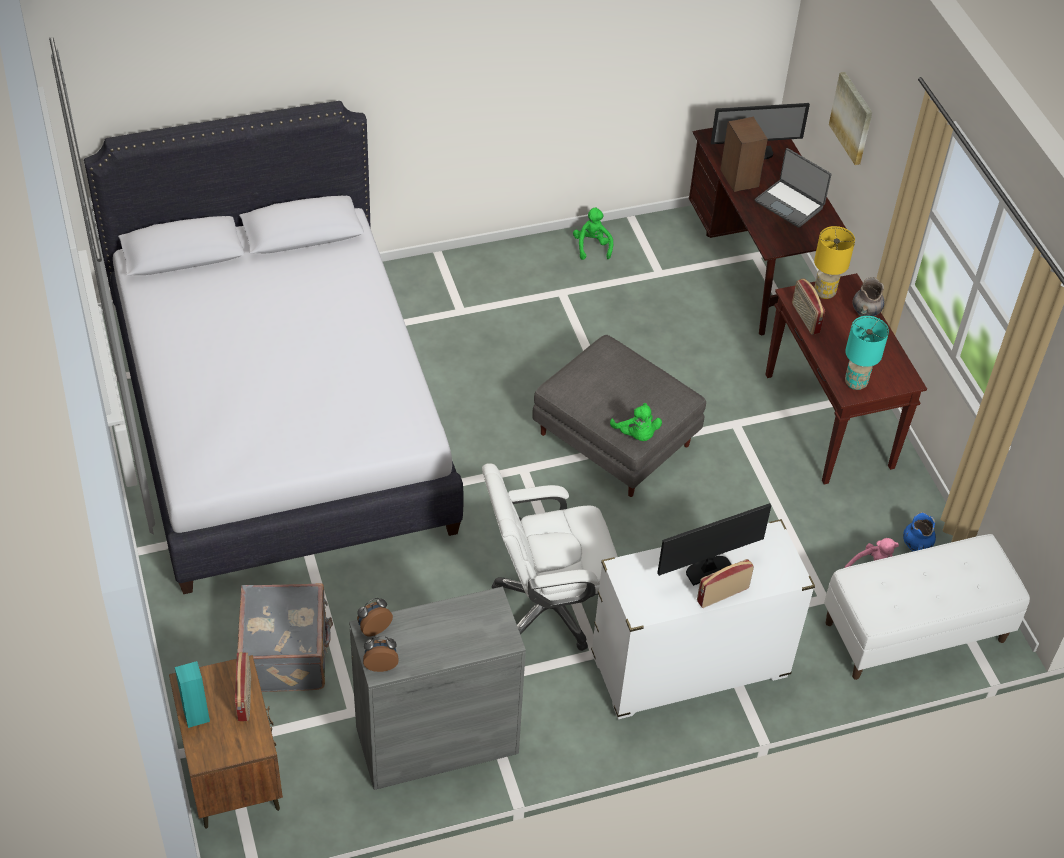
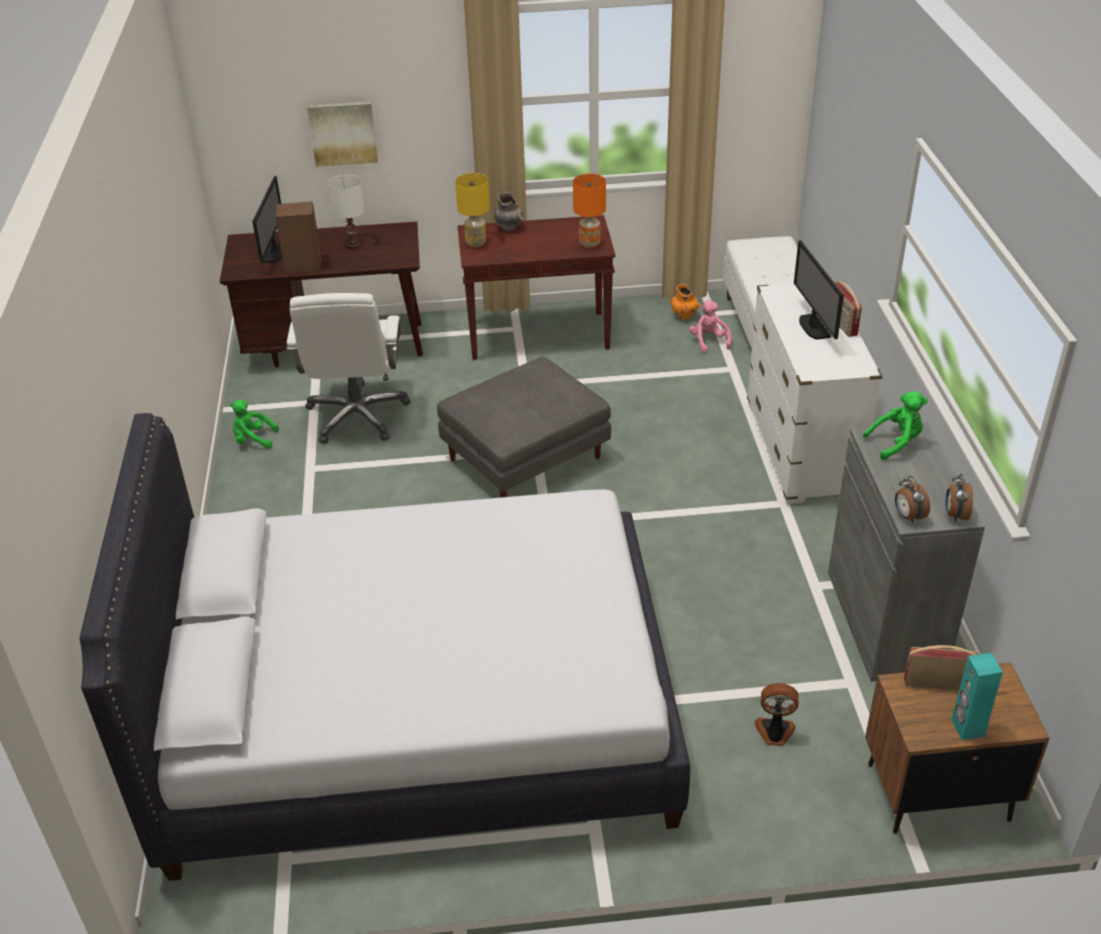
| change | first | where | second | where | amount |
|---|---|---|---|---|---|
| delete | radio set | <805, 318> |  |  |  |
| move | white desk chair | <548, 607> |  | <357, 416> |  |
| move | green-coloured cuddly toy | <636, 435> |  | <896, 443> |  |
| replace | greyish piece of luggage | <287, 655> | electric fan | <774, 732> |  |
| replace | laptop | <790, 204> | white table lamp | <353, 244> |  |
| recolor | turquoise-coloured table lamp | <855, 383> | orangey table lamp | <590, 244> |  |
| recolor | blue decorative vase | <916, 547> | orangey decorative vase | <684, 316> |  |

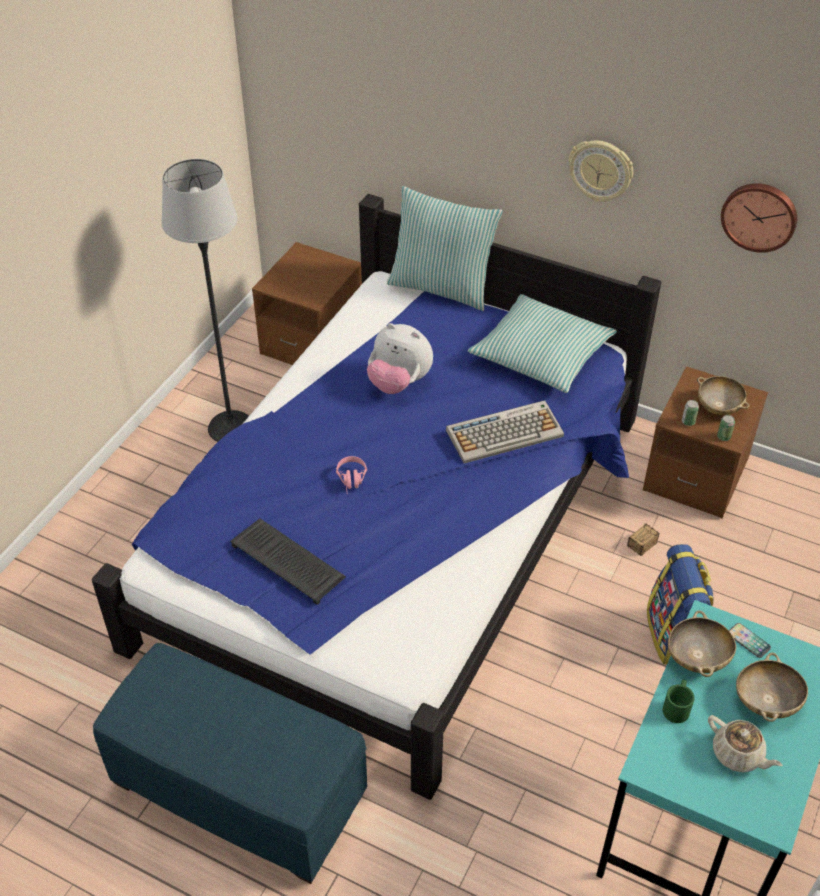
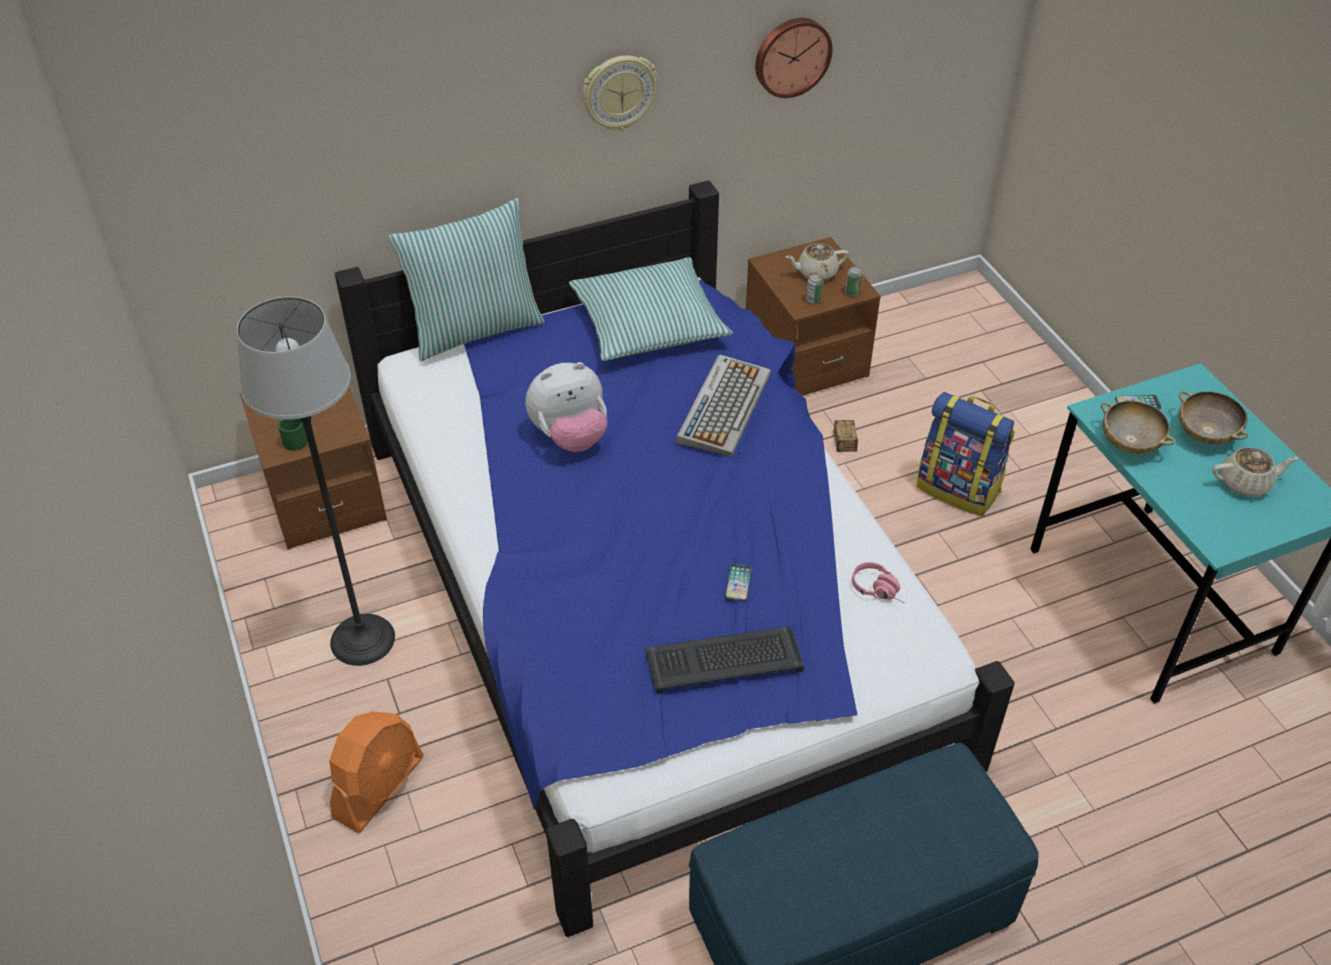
| change | first | where | second | where | amount |
|---|---|---|---|---|---|
| insert |  |  | orangey electric fan | <379, 787> |  |
| insert |  |  | phone | <738, 583> |  |
| move | pink pair of headphones | <352, 481> |  | <880, 590> |  |
| move | green-coloured tea mug | <677, 706> |  | <293, 438> |  |
| replace | sand-coloured serving bowl | <718, 407> | sand-coloured tea pot | <816, 272> |  |

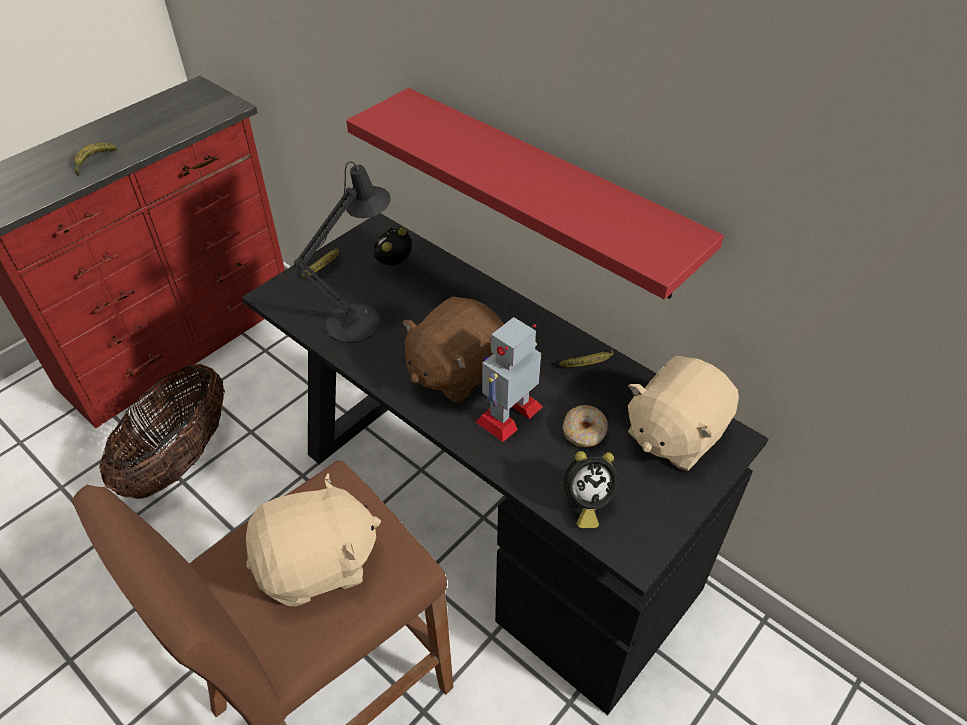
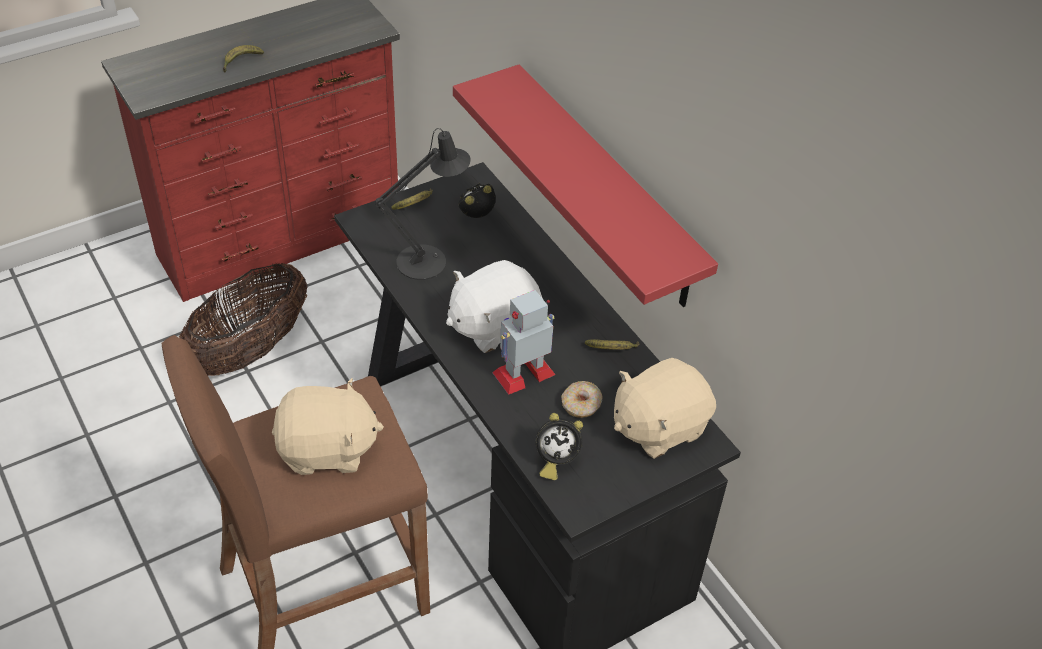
| change | first | where | second | where | amount |
|---|---|---|---|---|---|
| recolor | brown-coloured cuddly toy | <455, 371> | white cuddly toy | <493, 325> |  |

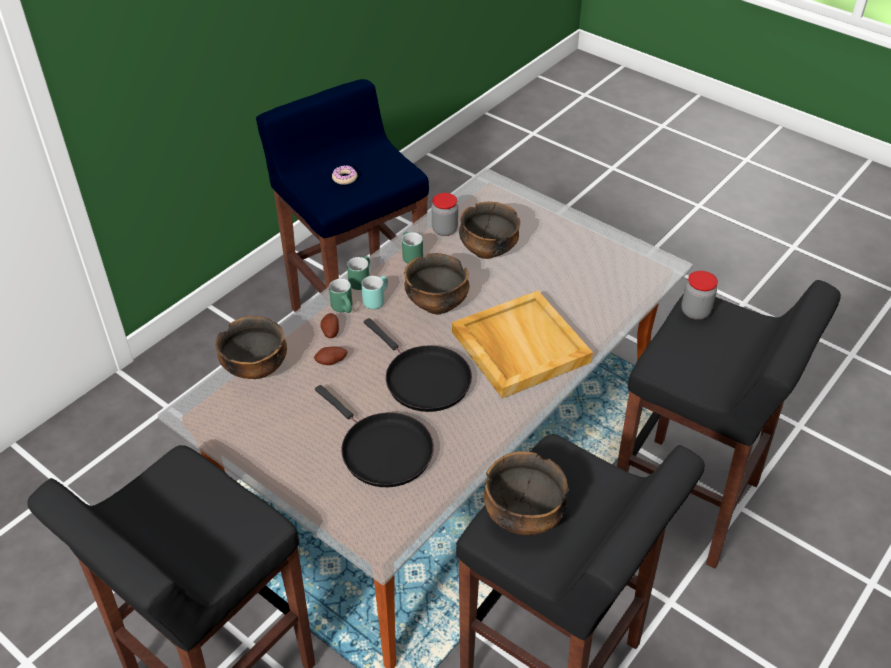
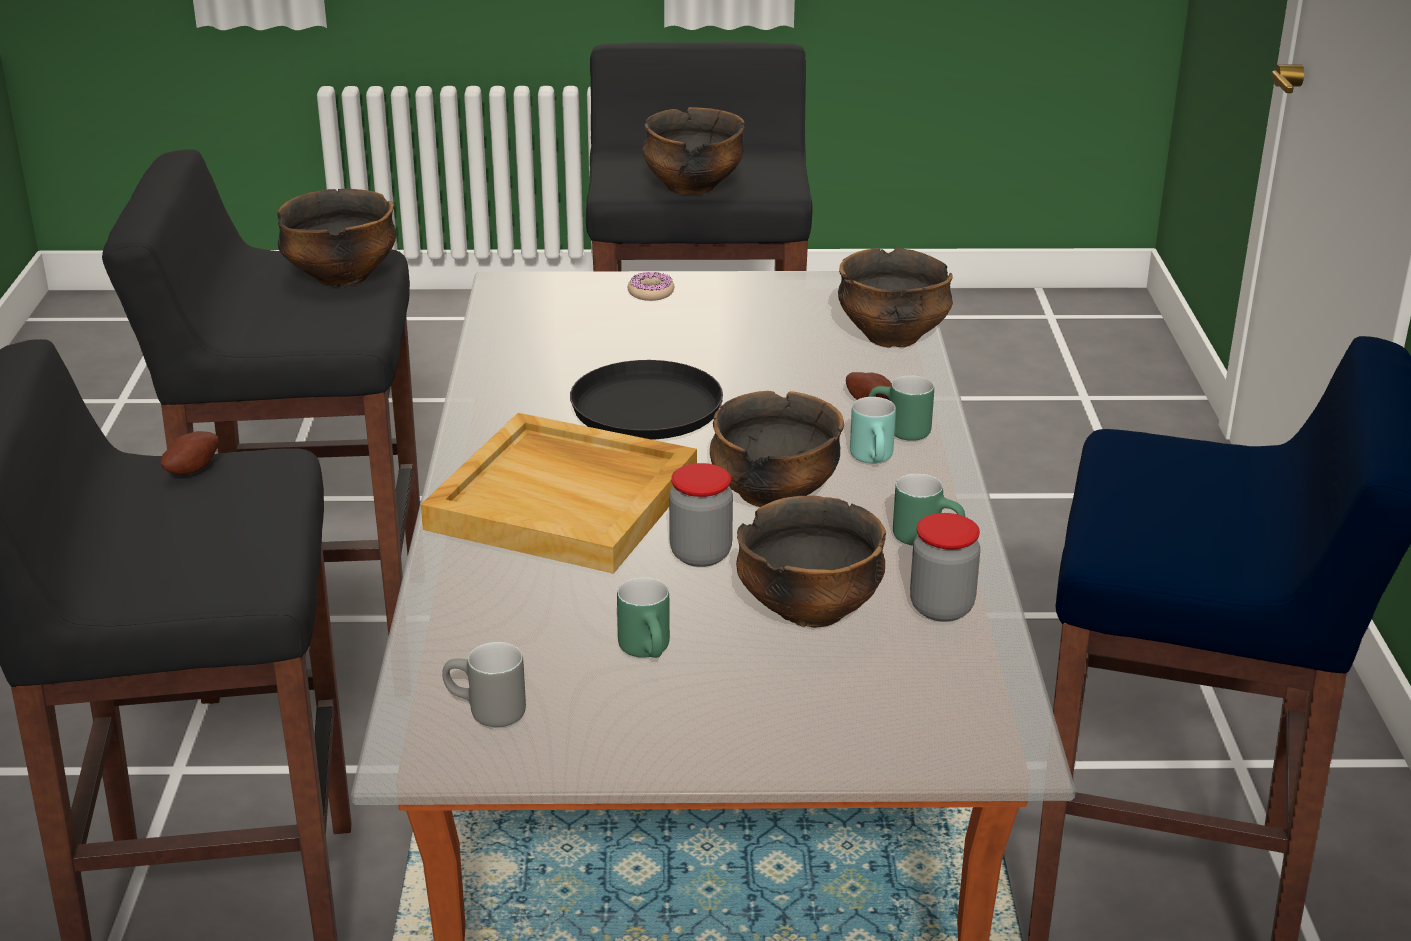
| change | first | where | second | where | amount |
|---|---|---|---|---|---|
| delete | blackish skillet | <382, 450> |  |  |  |
| insert |  |  | greyish tea mug | <484, 714> |  |
| insert |  |  | serving bowl | <692, 187> |  |
| move | whole potato | <331, 362> |  | <191, 469> |  |
| move | ring doughnut | <344, 178> |  | <651, 293> |  |
| move | green-coloured tea mug | <360, 280> |  | <651, 652> |  |
| move | jar | <695, 312> |  | <700, 554> |  |

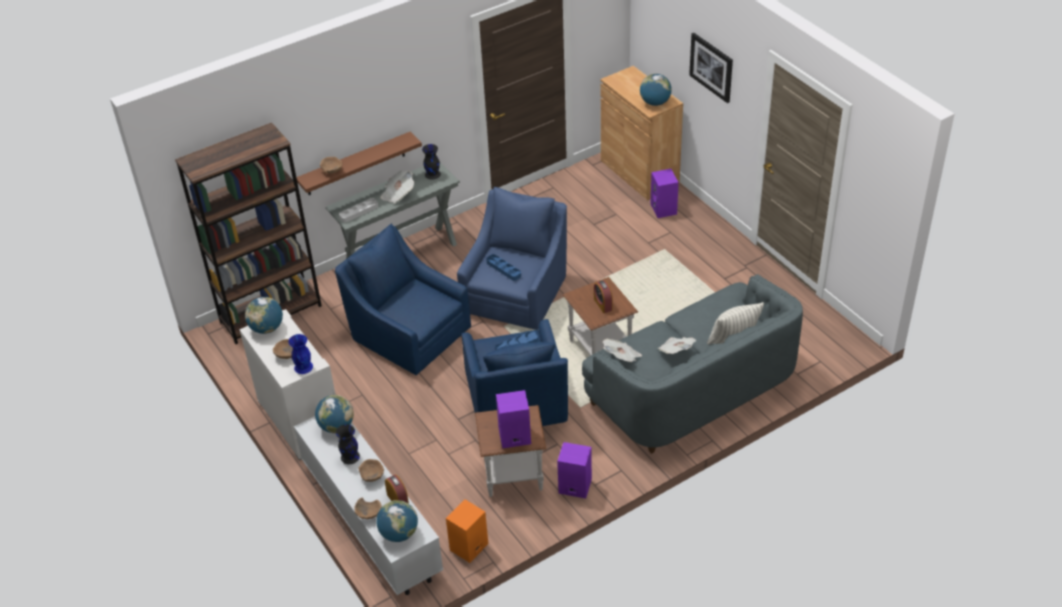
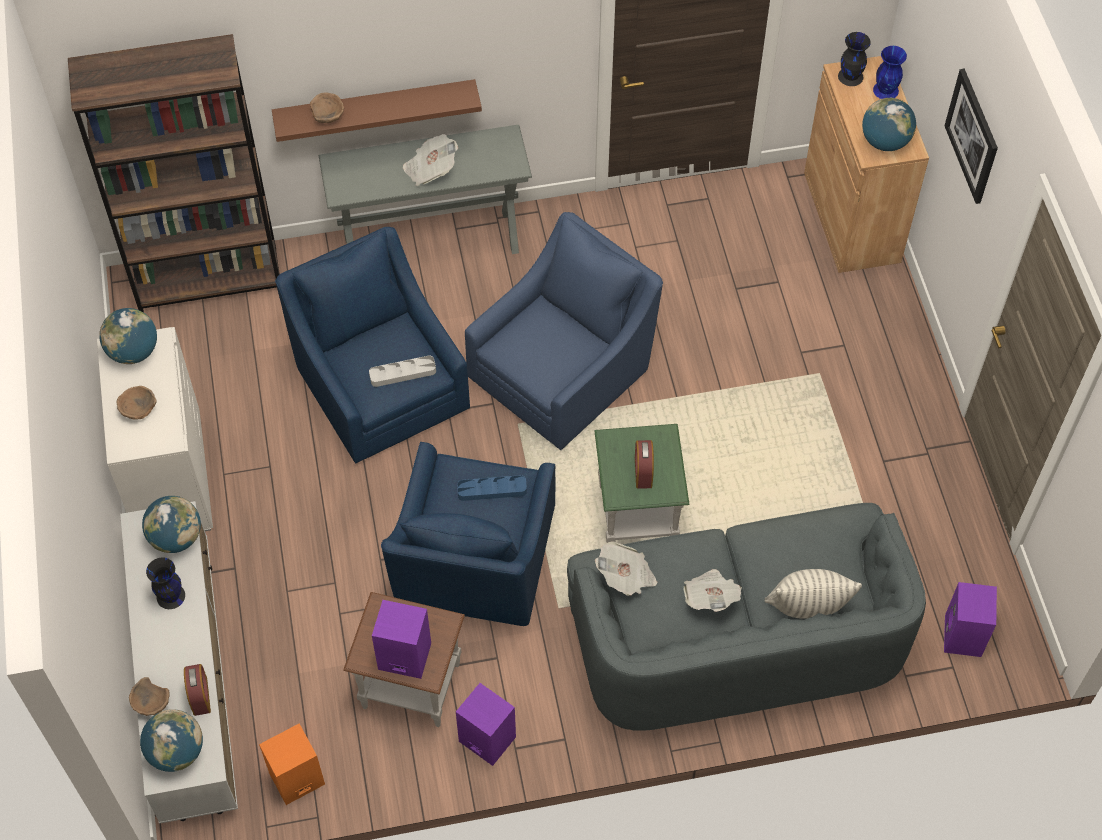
| change | first | where | second | where | amount |
|---|---|---|---|---|---|
| delete | brown-coloured serving bowl | <373, 477> |  |  |  |
| delete | blue tray | <503, 269> |  |  |  |
| move | blue decorative vase | <303, 367> |  | <885, 90> |  |
| move | greyish tray | <359, 212> |  | <402, 373> |  |
| move | blackish decorative vase | <433, 174> |  | <851, 76> |  |
| move | purple-coloured speaker | <664, 209> |  | <964, 637> |  |
| recolor | brown-coloured end table | <600, 348> | green-coloured end table | <637, 516> |  |

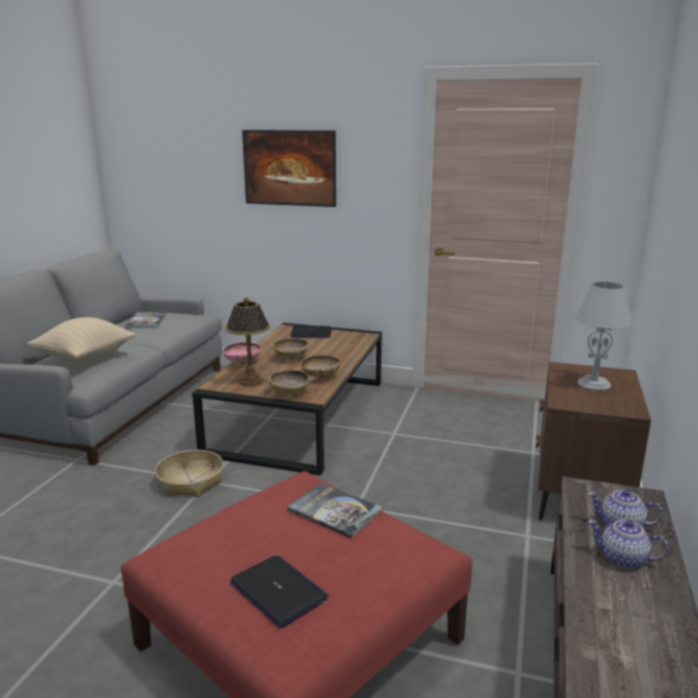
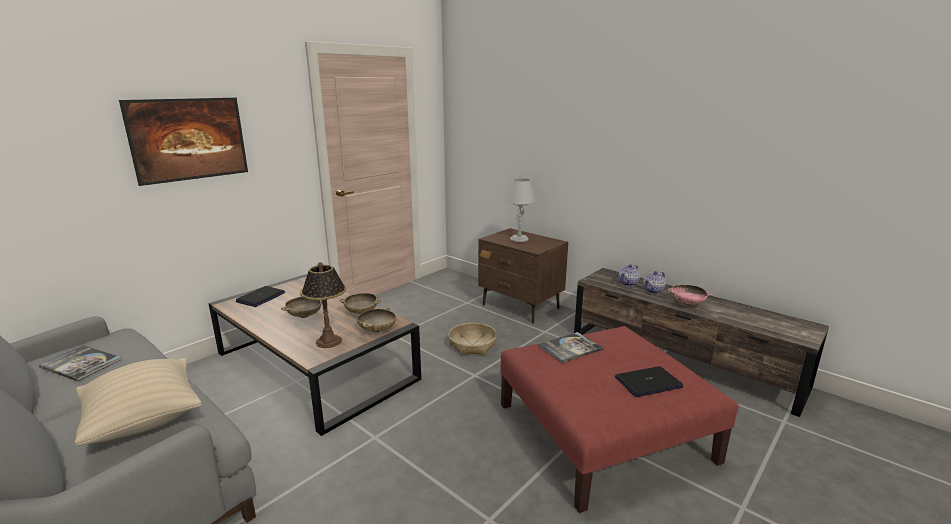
| change | first | where | second | where | amount |
|---|---|---|---|---|---|
| move | household basket | <190, 482> |  | <472, 345> |  |
| move | pink serving bowl | <243, 362> |  | <687, 304> |  |

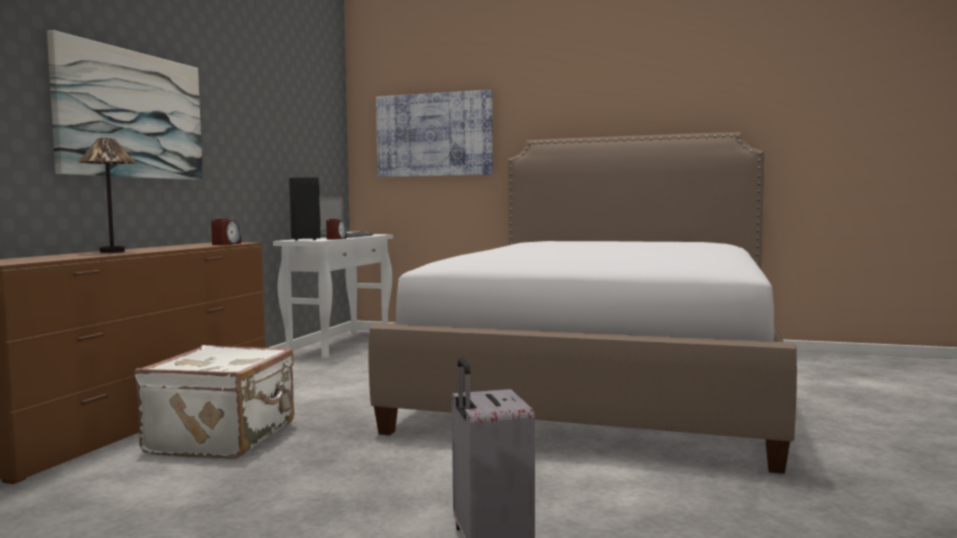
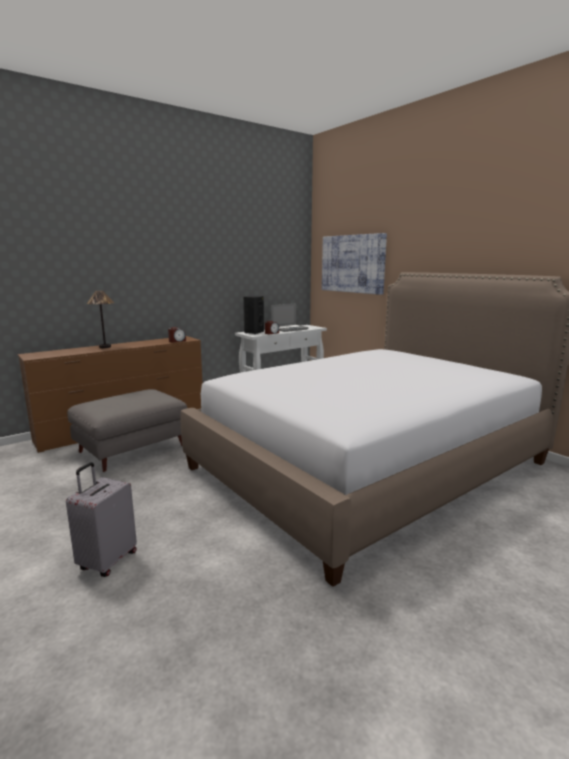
| change | first | where | second | where | amount |
|---|---|---|---|---|---|
| delete | wall art | <131, 115> |  |  |  |
| replace | white piece of luggage | <225, 438> | greyish pouffe | <132, 449> |  |

